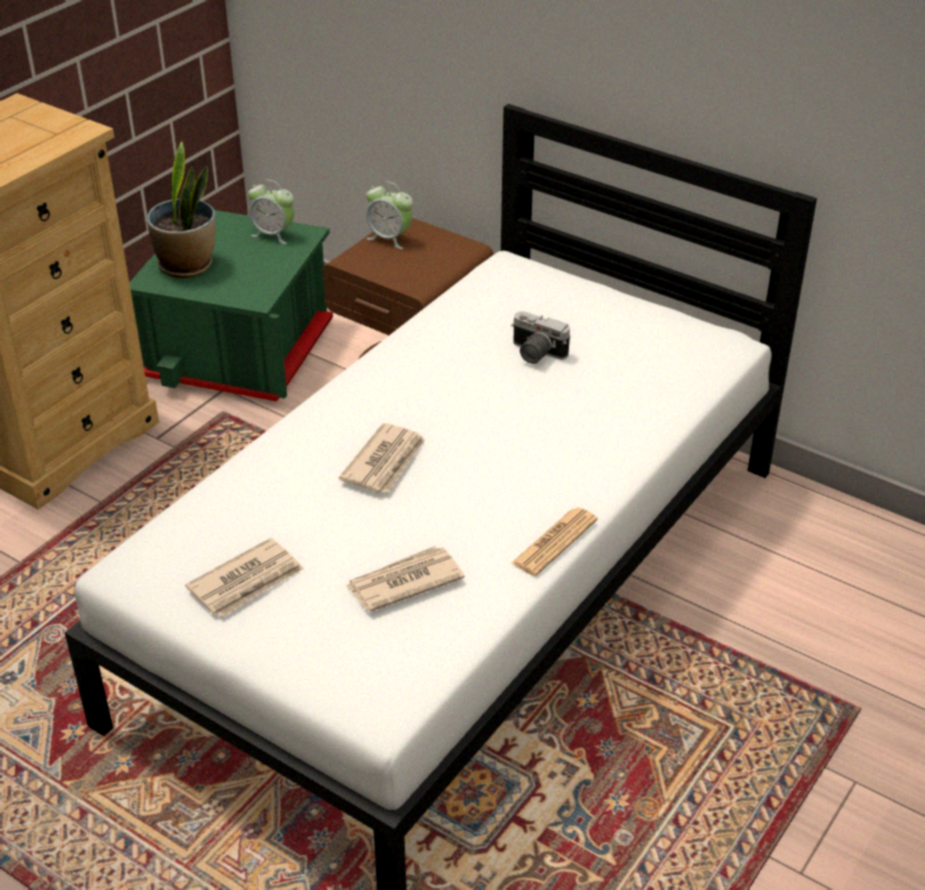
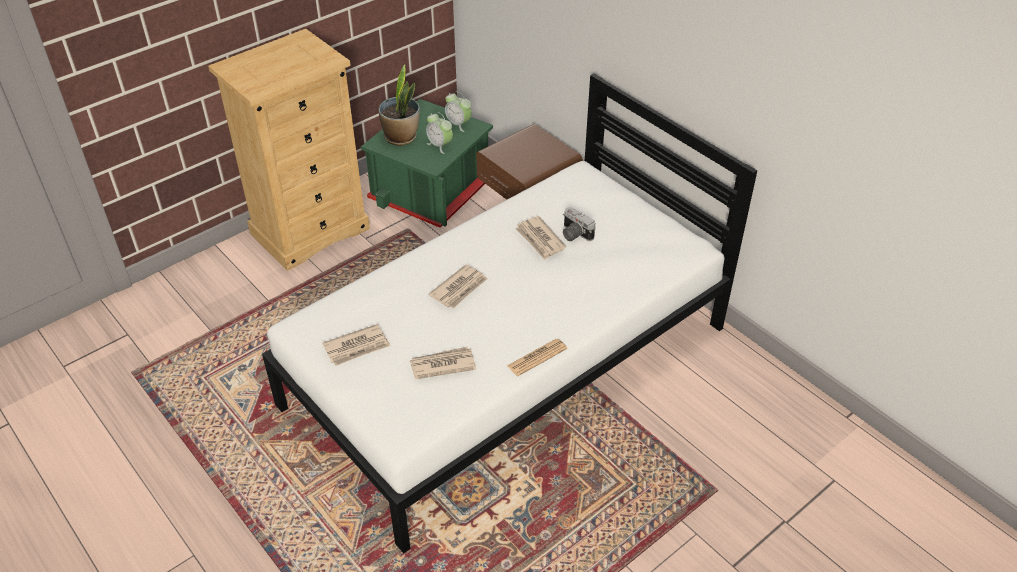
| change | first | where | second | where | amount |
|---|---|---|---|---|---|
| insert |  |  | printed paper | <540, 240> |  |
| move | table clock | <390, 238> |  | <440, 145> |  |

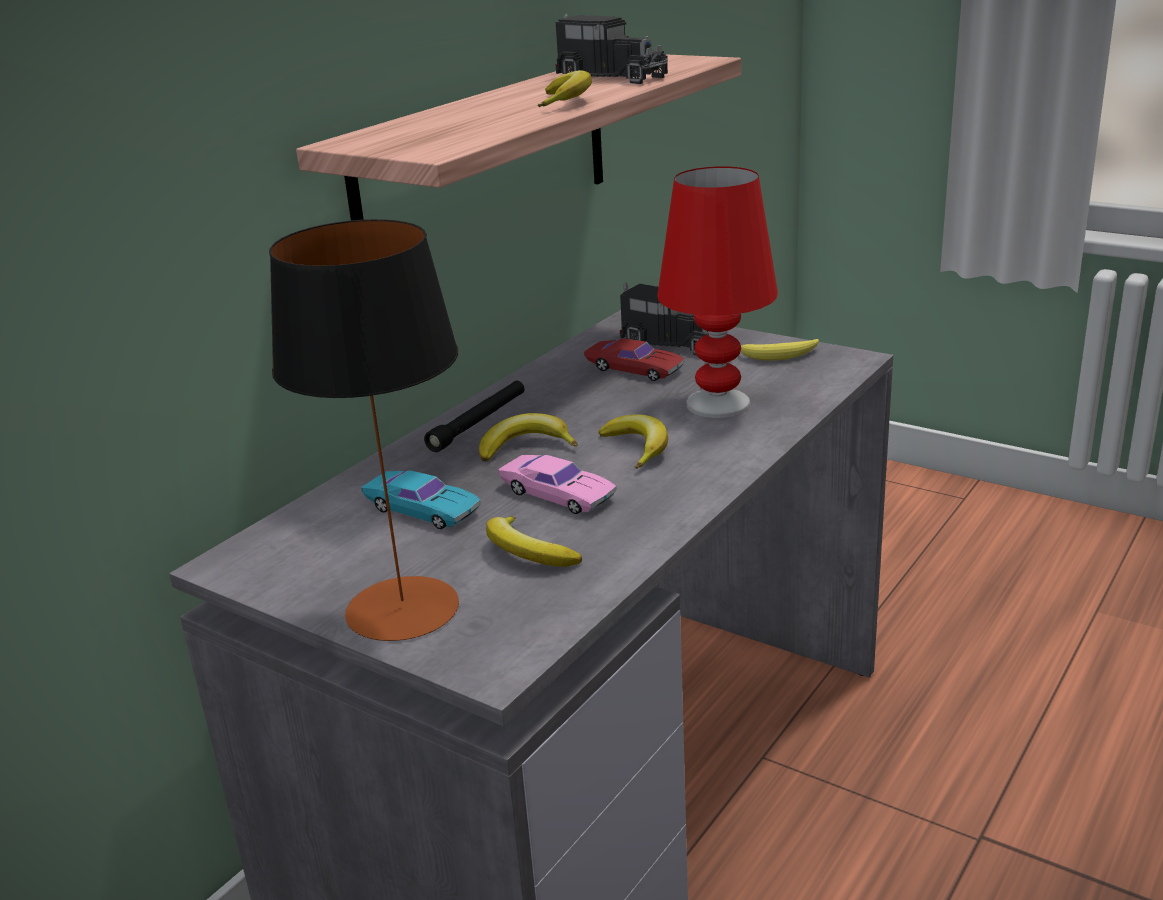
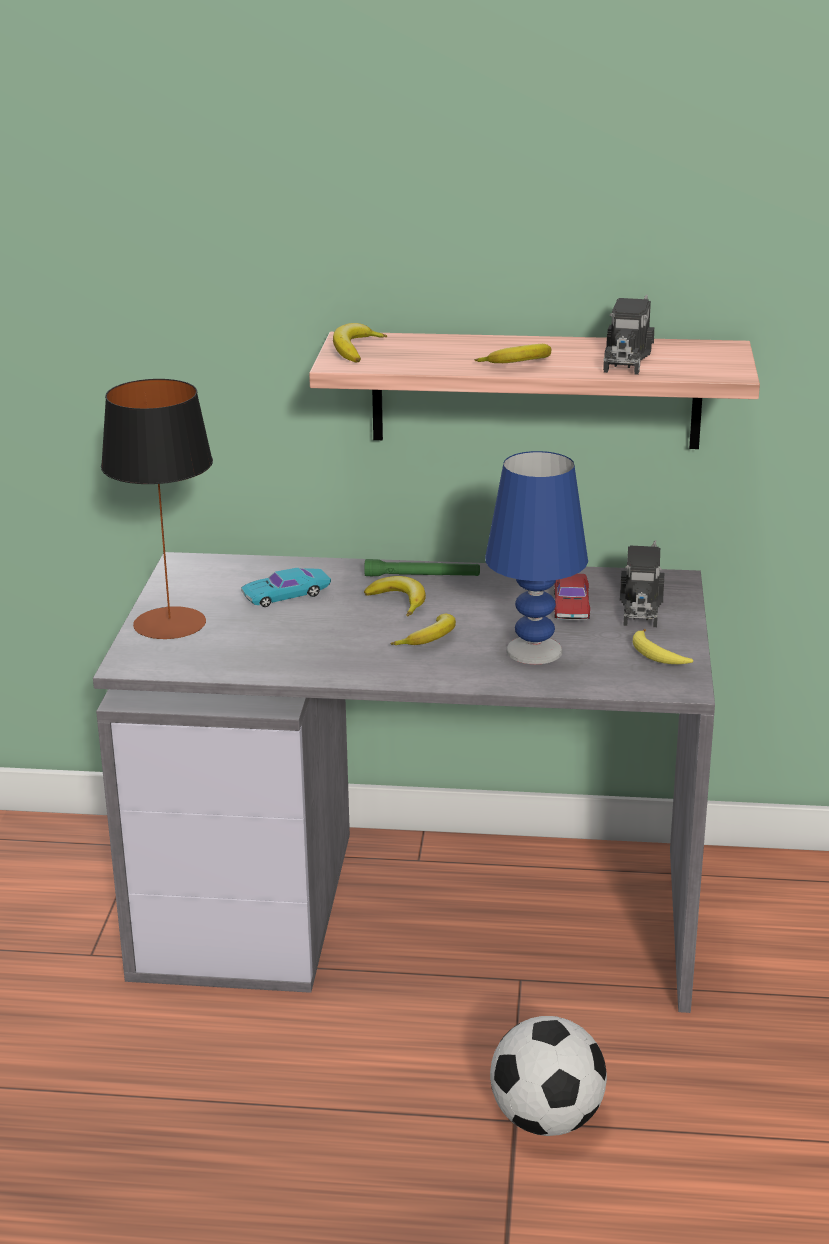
| change | first | where | second | where | amount |
|---|---|---|---|---|---|
| delete | pink miniature car | <557, 493> |  |  |  |
| insert |  |  | football | <546, 1119> |  |
| move | banana fruit | <527, 553> |  | <355, 350> |  |
| recolor | blackish flashlight | <479, 423> | green-coloured flashlight | <422, 576> |  |
| recolor | red-coloured table lamp | <717, 404> | blue table lamp | <533, 650> |  |
| rotate | turquoise-coloured miniature car | <422, 509> |  | <286, 594> | 60 degrees clockwise |

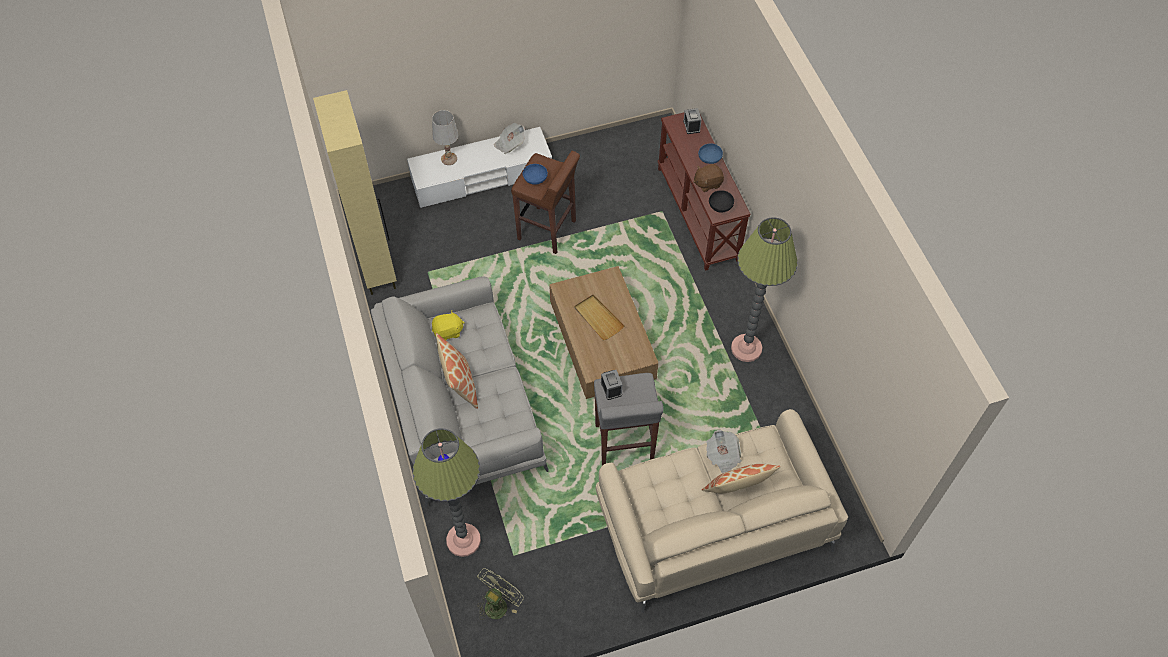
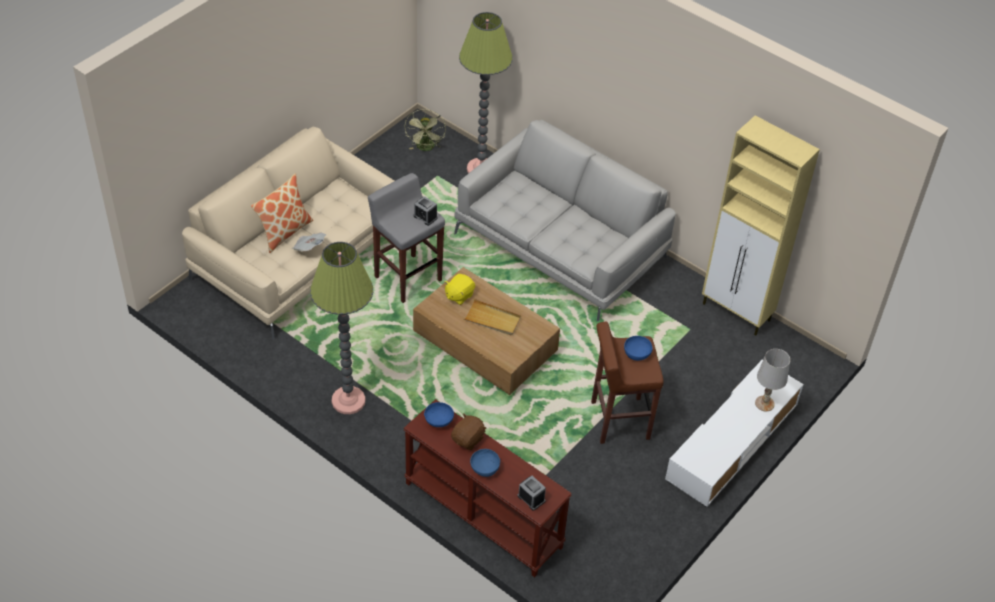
| change | first | where | second | where | amount |
|---|---|---|---|---|---|
| delete | cushion | <459, 384> |  |  |  |
| delete | printed paper | <510, 144> |  |  |  |
| move | yellow cuddly toy | <448, 332> |  | <459, 295> |  |
| recolor | blackish serving bowl | <720, 206> | blue serving bowl | <438, 421> |  |

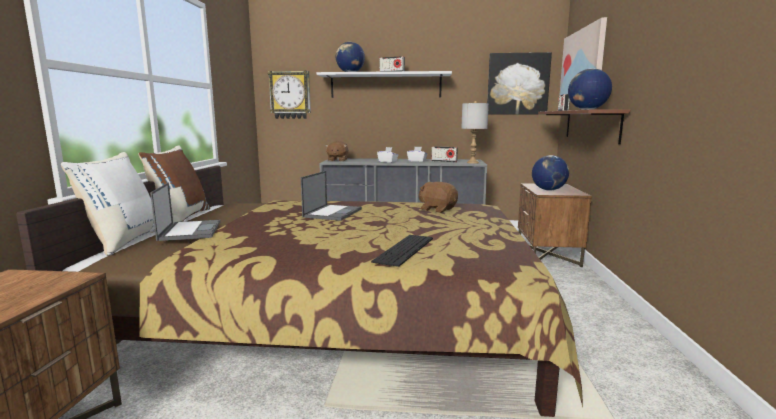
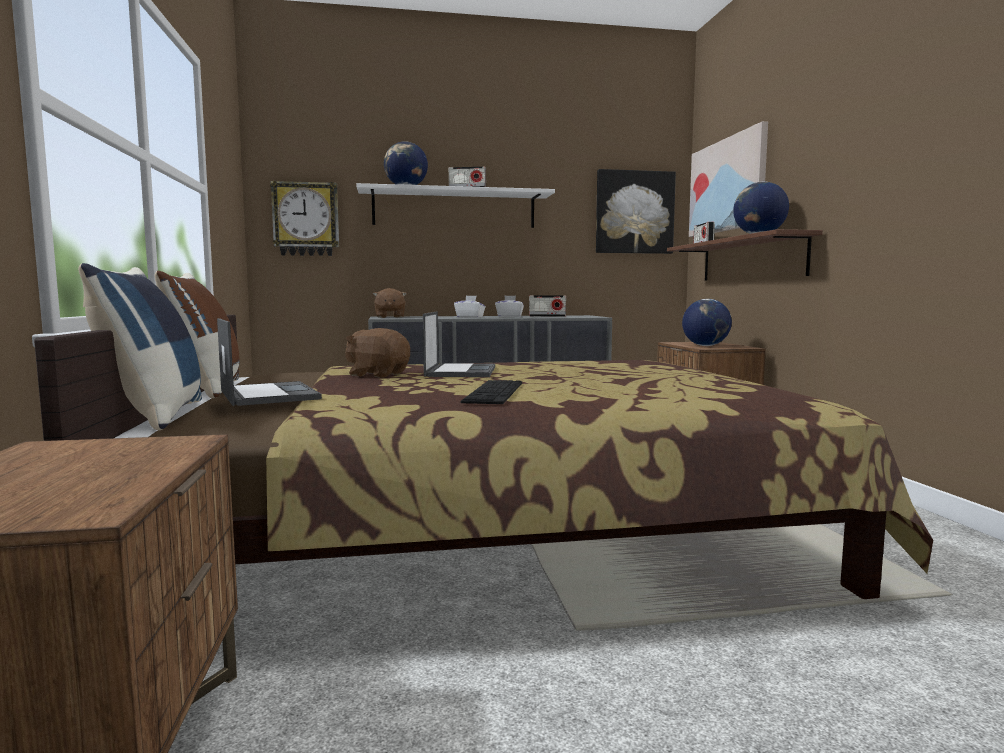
| change | first | where | second | where | amount |
|---|---|---|---|---|---|
| delete | greyish table lamp | <473, 162> |  |  |  |
| move | PC keyboard | <404, 249> |  | <494, 392> |  |
| move | brown-coloured cuddly toy | <437, 209> |  | <378, 374> |  |
| recolor | white cushion | <124, 241> | blue cushion | <153, 415> |  |

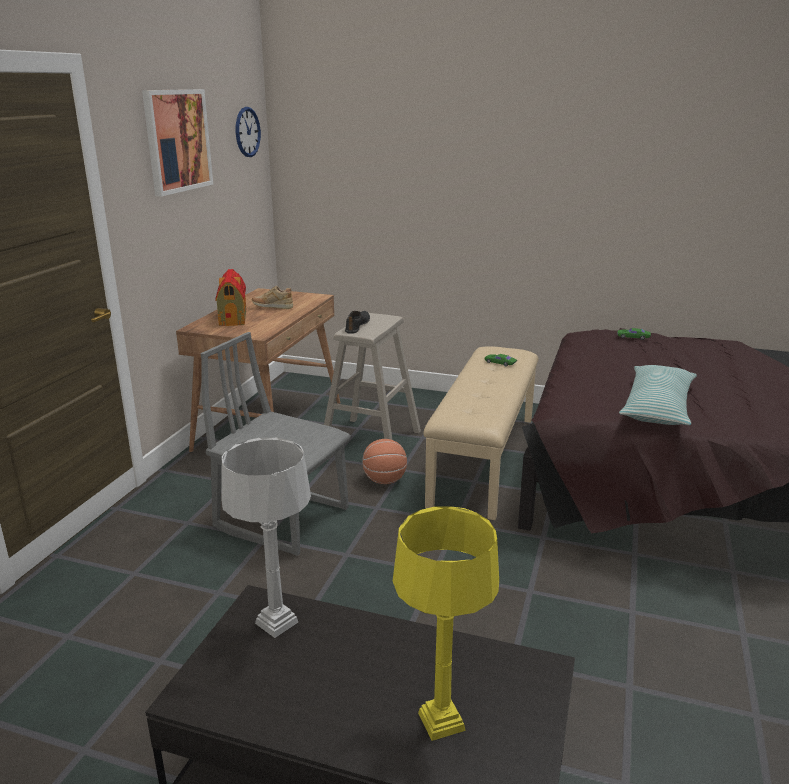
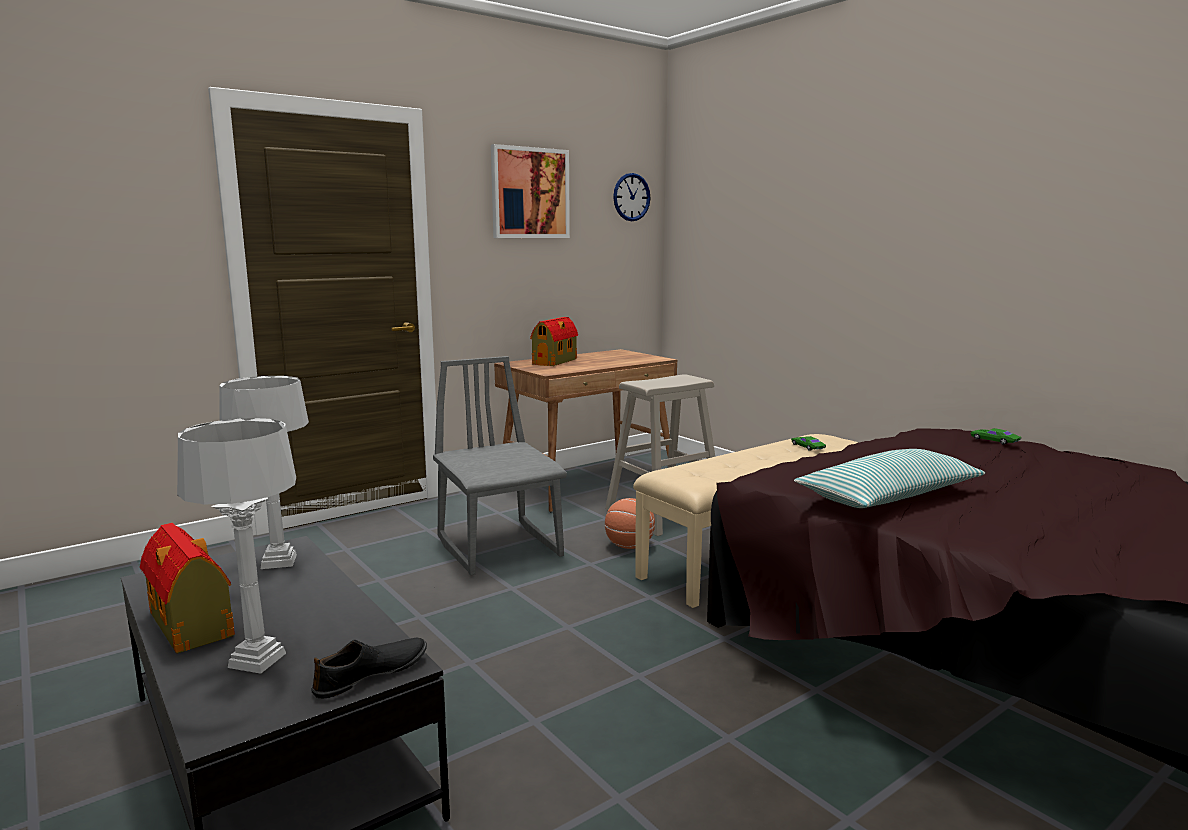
| change | first | where | second | where | amount |
|---|---|---|---|---|---|
| delete | sand-coloured shoe | <272, 308> |  |  |  |
| insert |  |  | toy house | <191, 625> |  |
| move | blackish shoe | <357, 326> |  | <372, 674> |  |
| recolor | yellow table lamp | <441, 721> | greyish table lamp | <258, 660> |  |

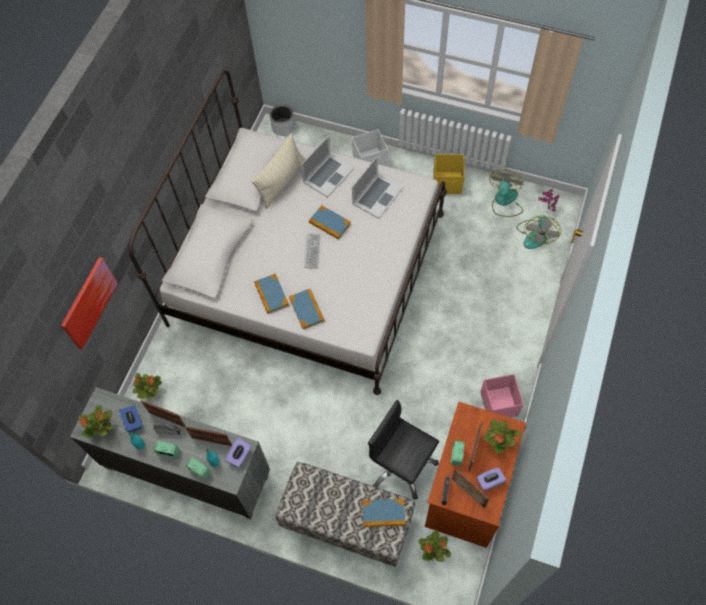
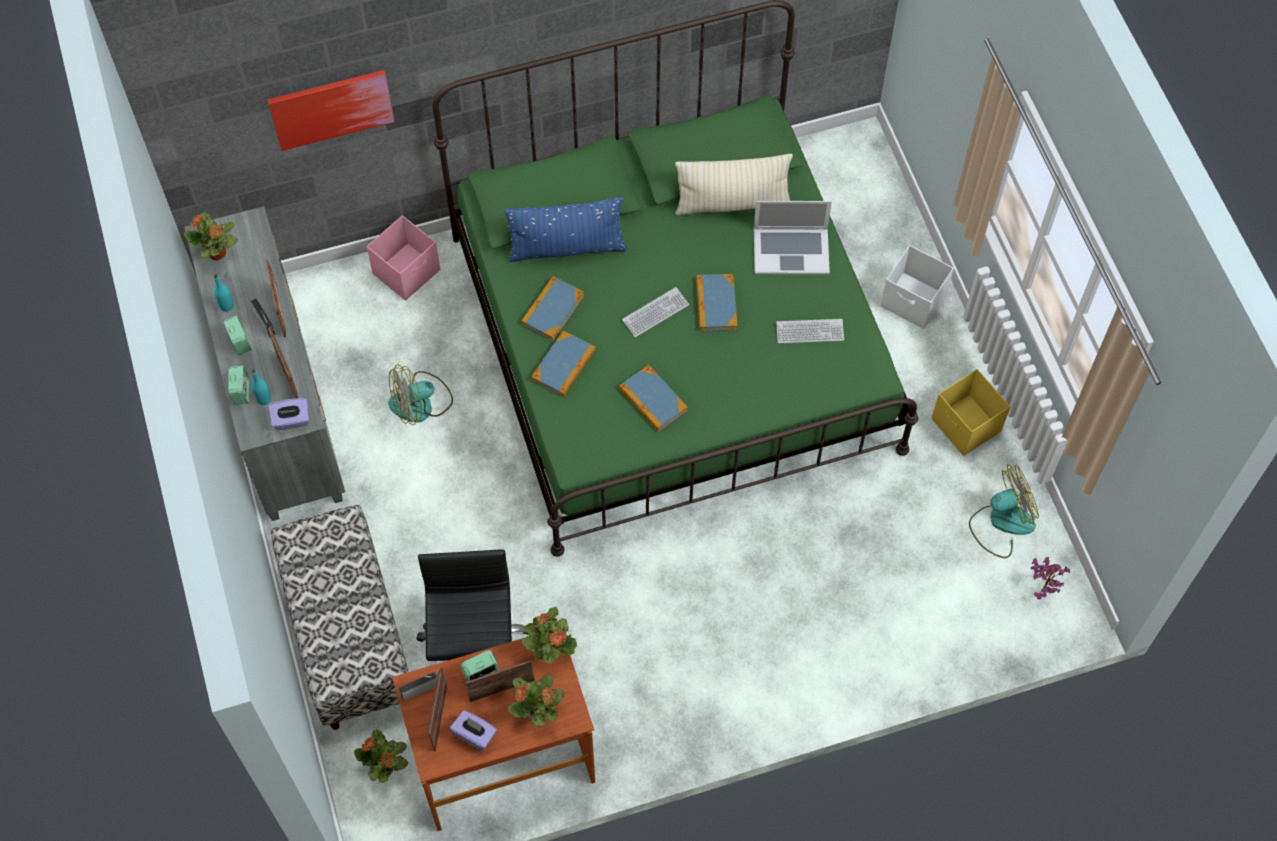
| change | first | where | second | where | amount |
|---|---|---|---|---|---|
| delete | blue tissue holder | <133, 421> |  |  |  |
| delete | greyish plant pot | <283, 127> |  |  |  |
| insert |  |  | blue cushion | <567, 248> |  |
| move | potted plant | <151, 392> |  | <551, 649> |  |
| move | bound book | <383, 513> |  | <653, 400> |  |
| move | pink storage container | <499, 403> |  | <407, 272> |  |
| move | electric fan | <535, 235> |  | <421, 403> |  |
| replace | laptop | <377, 195> | PC keyboard | <810, 332> |  |
| recolor | white bedroom bed | <307, 268> | green-coloured bedroom bed | <672, 342> |  |

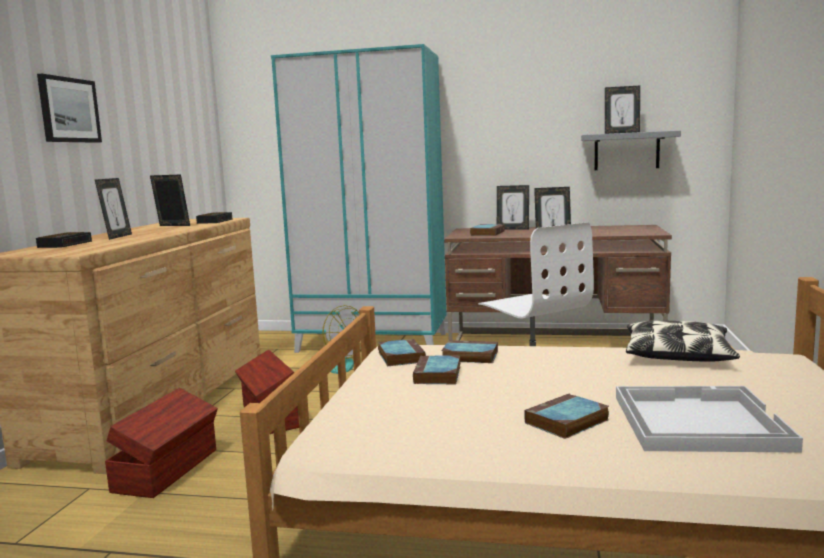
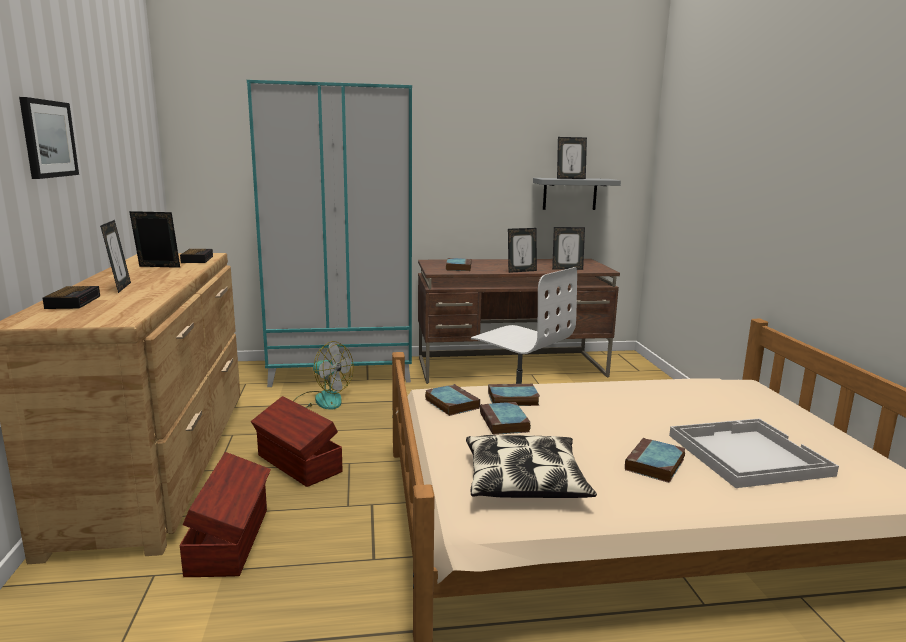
| change | first | where | second | where | amount |
|---|---|---|---|---|---|
| move | picture frame | <513, 229> |  | <567, 269> |  |
| move | cushion | <678, 355> |  | <524, 480> |  |

